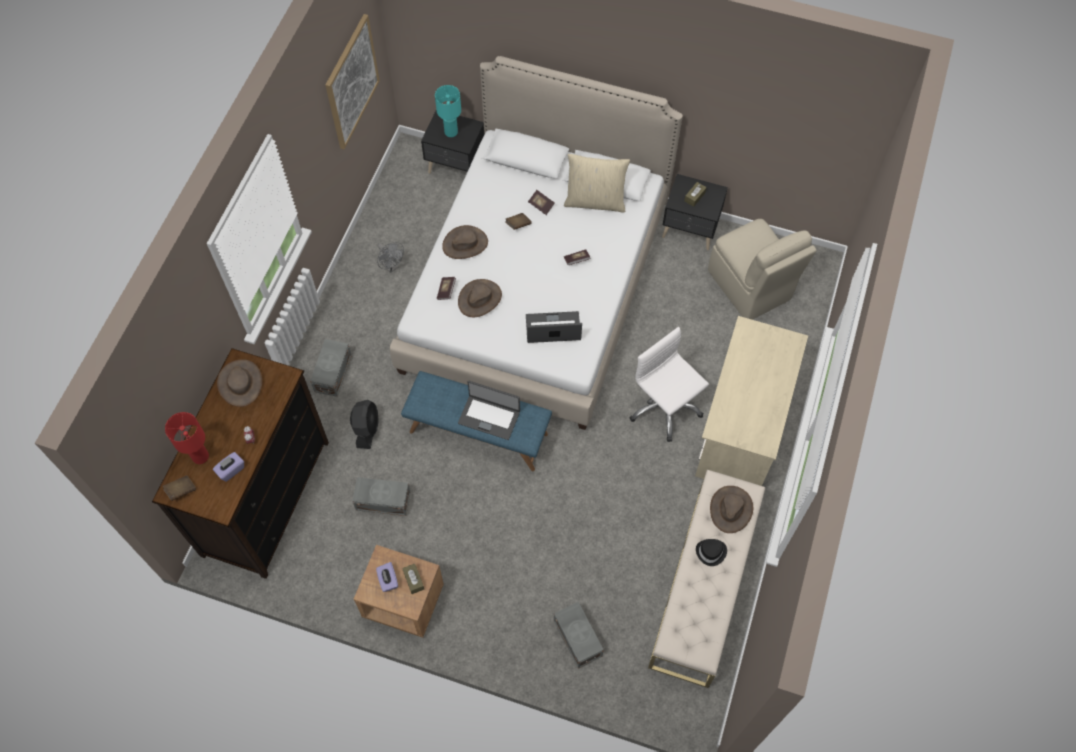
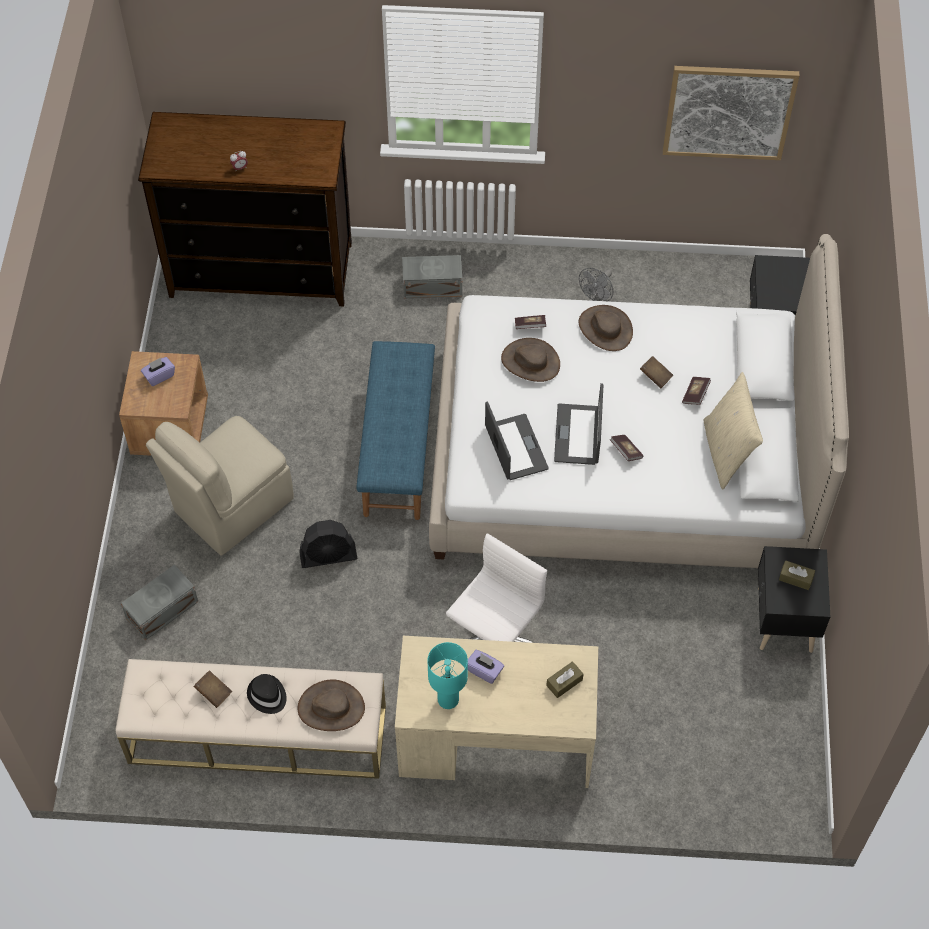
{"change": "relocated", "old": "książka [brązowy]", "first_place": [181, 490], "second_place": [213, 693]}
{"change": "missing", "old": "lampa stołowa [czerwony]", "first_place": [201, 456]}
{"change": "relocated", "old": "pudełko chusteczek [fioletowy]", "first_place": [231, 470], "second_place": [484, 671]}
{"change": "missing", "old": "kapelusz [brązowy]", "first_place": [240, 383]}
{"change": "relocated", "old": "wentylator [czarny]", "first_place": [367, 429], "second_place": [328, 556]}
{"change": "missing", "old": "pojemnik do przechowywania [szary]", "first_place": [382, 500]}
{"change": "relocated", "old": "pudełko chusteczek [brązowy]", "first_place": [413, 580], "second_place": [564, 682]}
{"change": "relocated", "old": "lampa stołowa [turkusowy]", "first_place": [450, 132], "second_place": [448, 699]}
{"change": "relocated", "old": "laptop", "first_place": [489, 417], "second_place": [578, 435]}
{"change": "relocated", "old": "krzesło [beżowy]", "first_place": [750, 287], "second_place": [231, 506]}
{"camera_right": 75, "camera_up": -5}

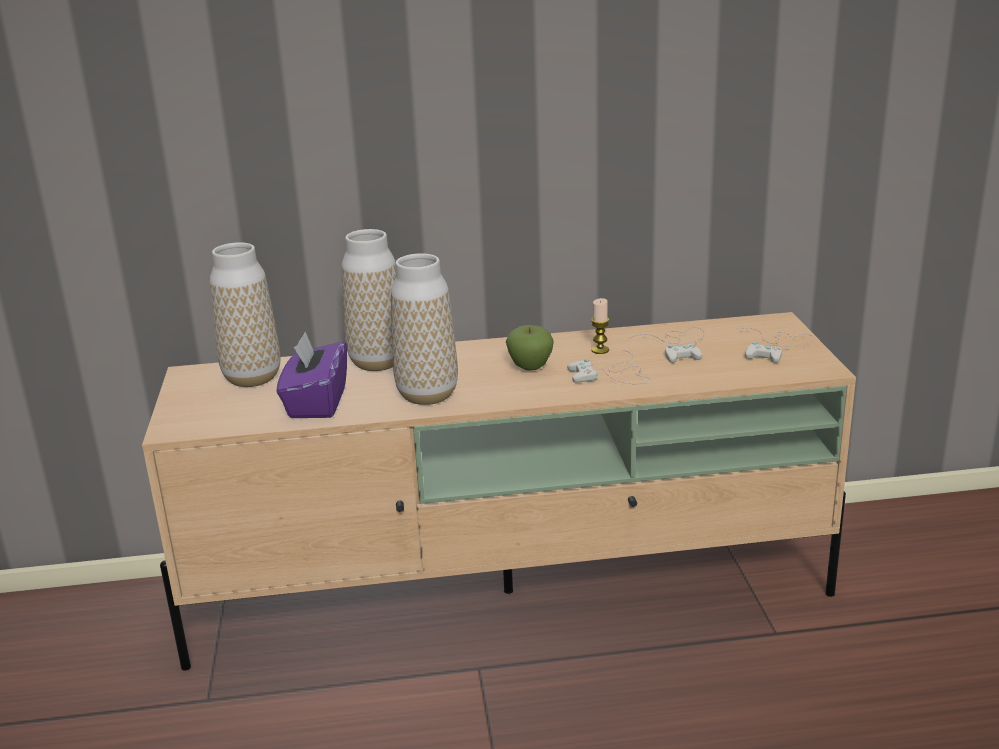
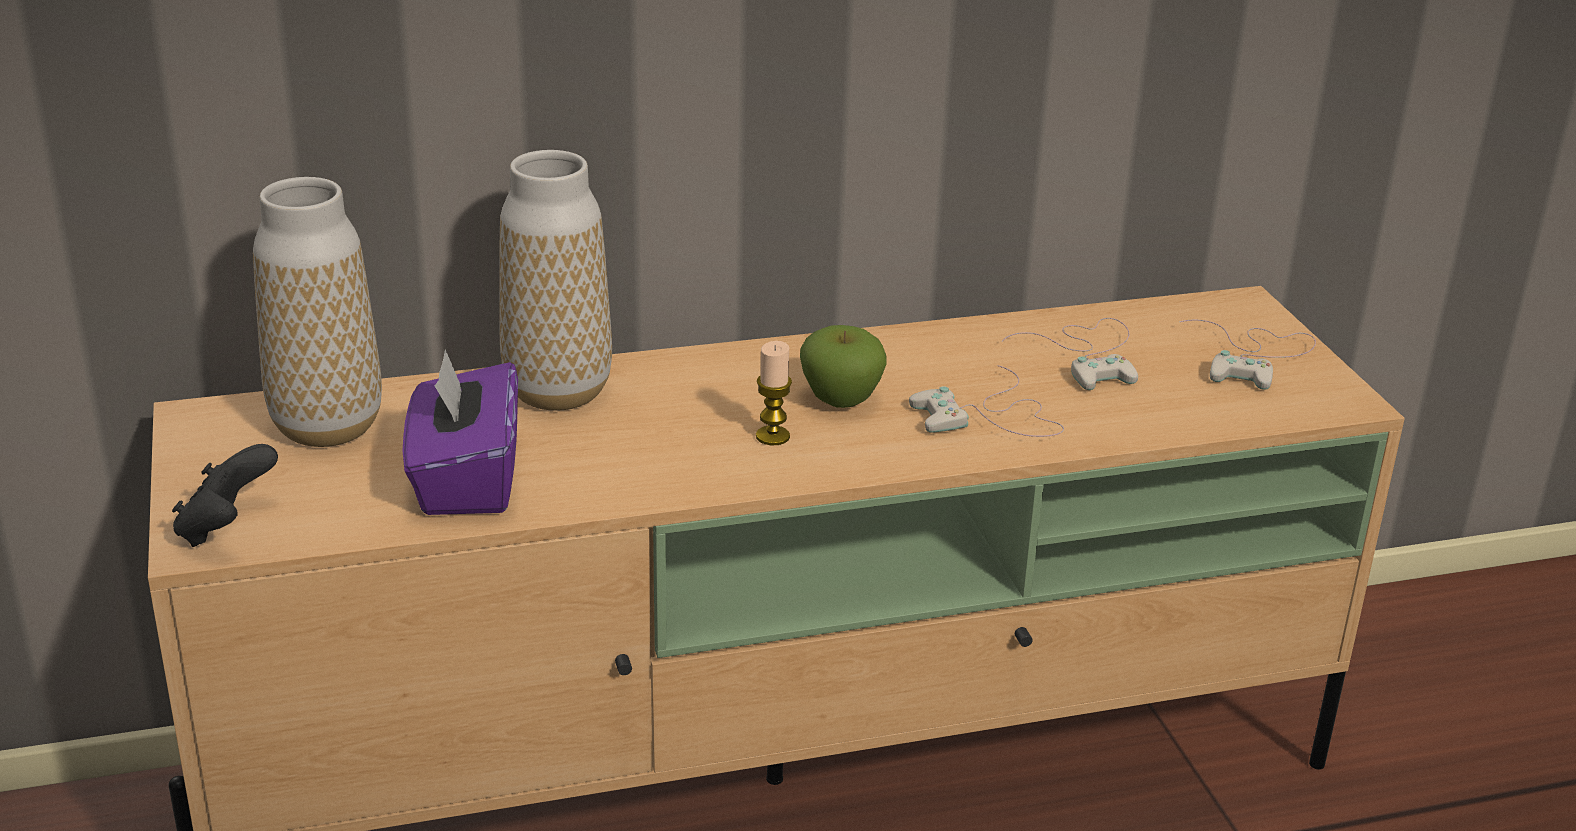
{"change": "missing", "old": "wazon", "first_place": [427, 395]}
{"change": "relocated", "old": "świeca", "first_place": [600, 350], "second_place": [772, 436]}
{"change": "appeared", "new": "pad do gier [czarny]", "second_place": [226, 529]}
{"camera_right": -10, "camera_up": 5}

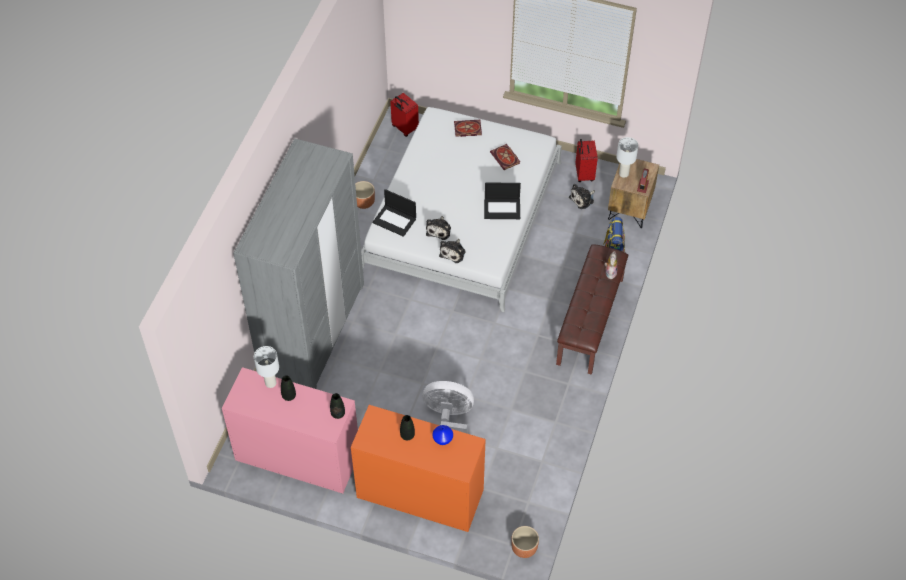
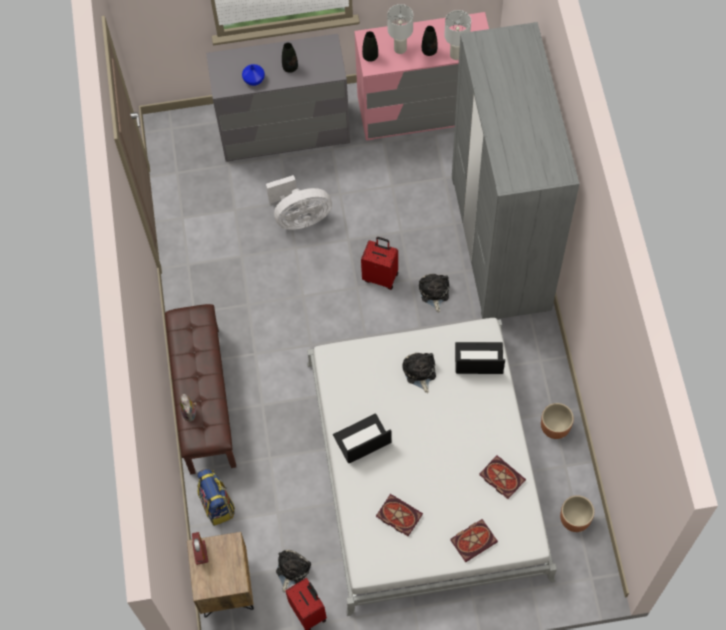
{"change": "colour", "old": "komoda [pomarańczowy]", "new": "komoda [szary]", "first_place": [420, 495], "second_place": [284, 131]}
{"change": "relocated", "old": "walizka [czerwony]", "first_place": [404, 128], "second_place": [381, 276]}
{"change": "relocated", "old": "pluszak", "first_place": [453, 252], "second_place": [434, 293]}
{"change": "relocated", "old": "donica [brązowy]", "first_place": [523, 548], "second_place": [575, 519]}
{"change": "relocated", "old": "lampa stołowa [biały]", "first_place": [623, 173], "second_place": [400, 48]}
{"change": "appeared", "new": "książka", "second_place": [500, 477]}
{"camera_right": 155, "camera_up": 10}

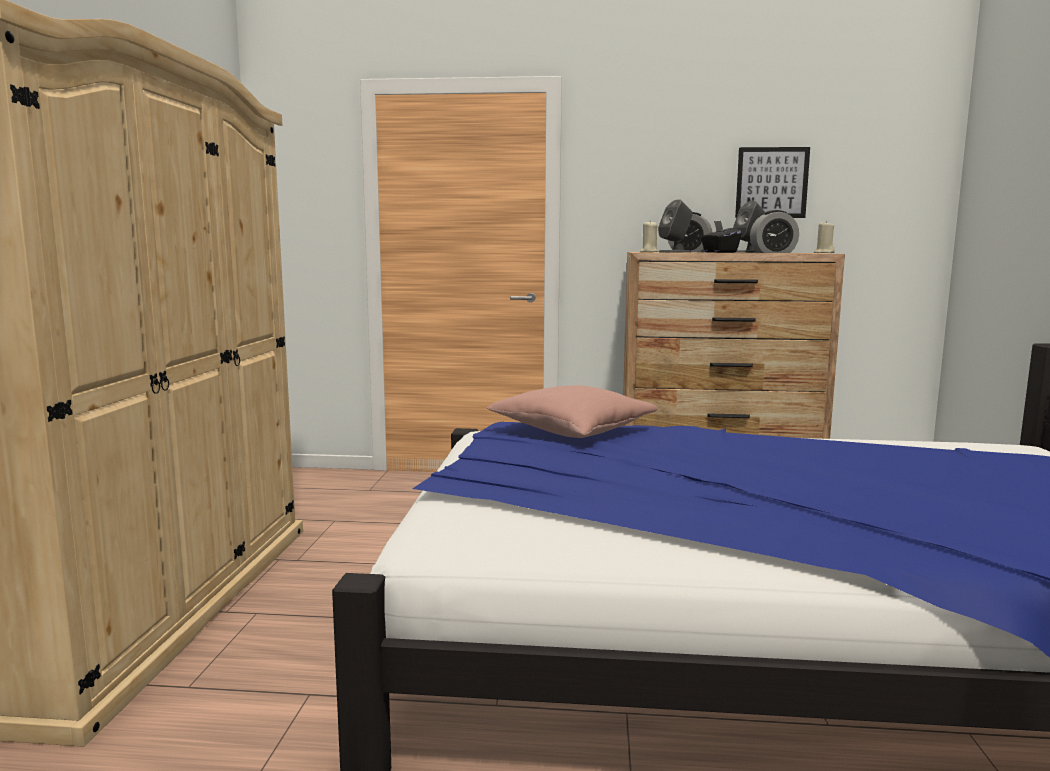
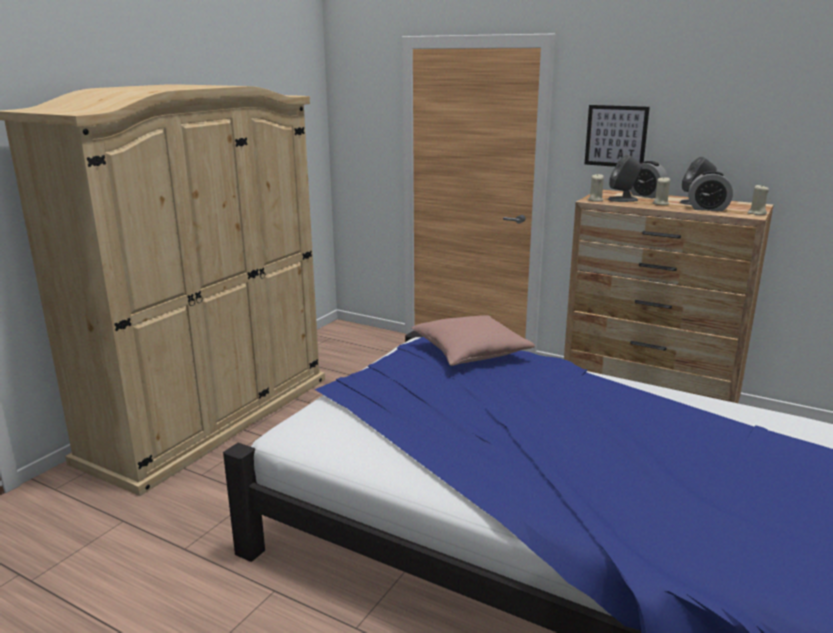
{"change": "exchanged", "old": "pudełko chusteczek [czarny]", "new": "świeca [beżowy]", "first_place": [719, 252], "second_place": [660, 204]}
{"change": "relocated", "old": "obraz", "first_place": [771, 182], "second_place": [616, 136]}
{"camera_right": 25, "camera_up": 10}

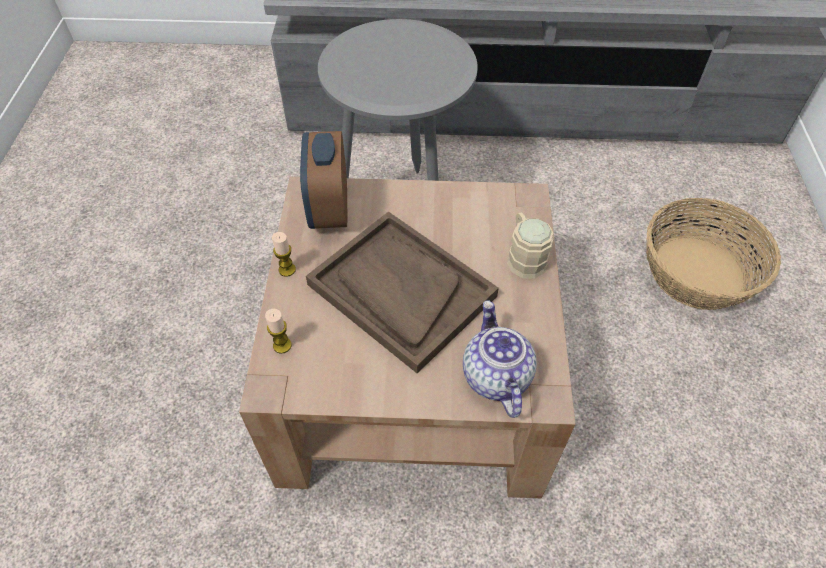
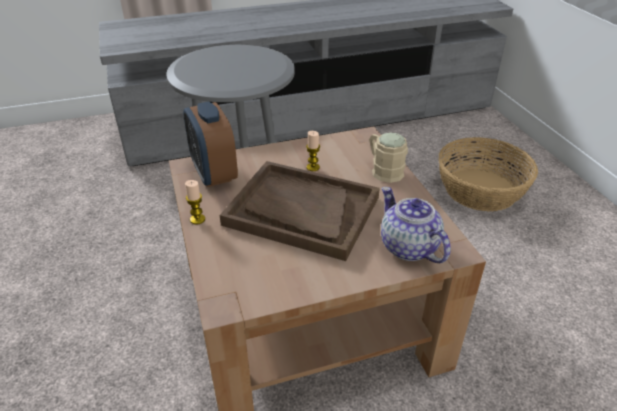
{"change": "relocated", "old": "świeca", "first_place": [282, 345], "second_place": [313, 167]}
{"camera_right": -20, "camera_up": -15}

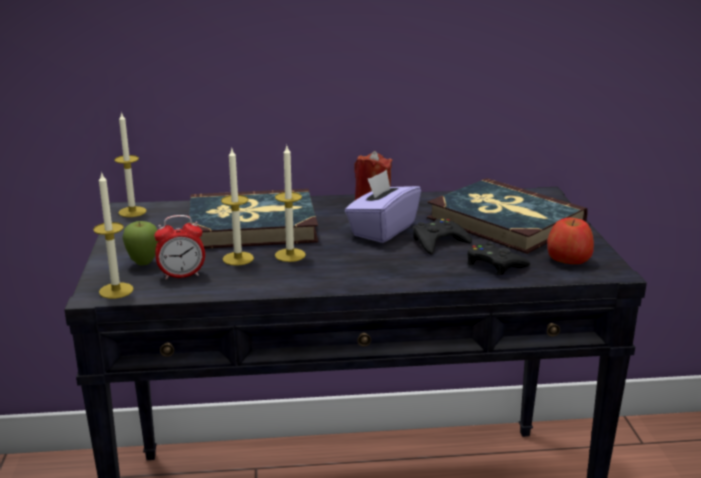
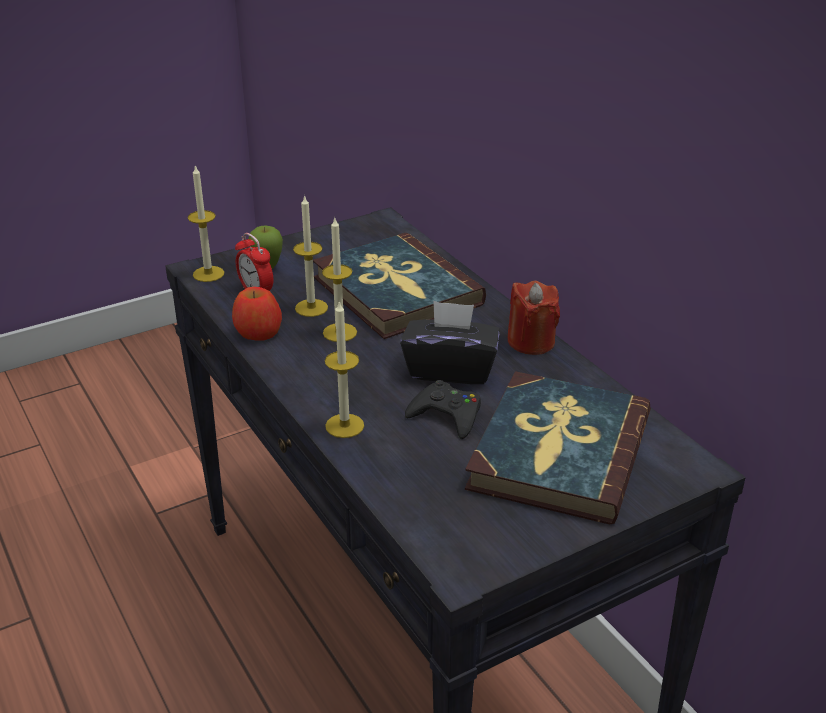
{"change": "relocated", "old": "świeca", "first_place": [132, 212], "second_place": [344, 426]}
{"change": "colour", "old": "pudełko chusteczek [fioletowy]", "new": "pudełko chusteczek [czarny]", "first_place": [382, 230], "second_place": [450, 369]}
{"change": "missing", "old": "pad do gier [czarny]", "first_place": [494, 264]}
{"change": "relocated", "old": "jabłko", "first_place": [568, 259], "second_place": [258, 332]}
{"camera_right": 65, "camera_up": 10}

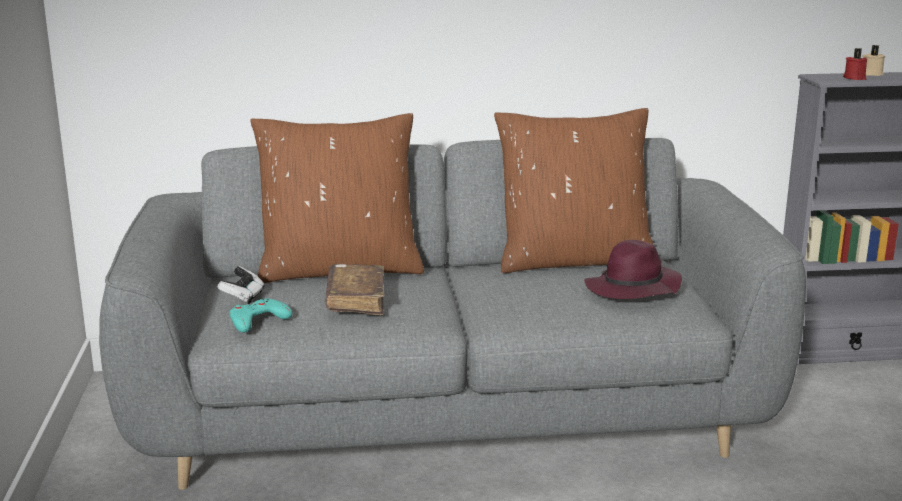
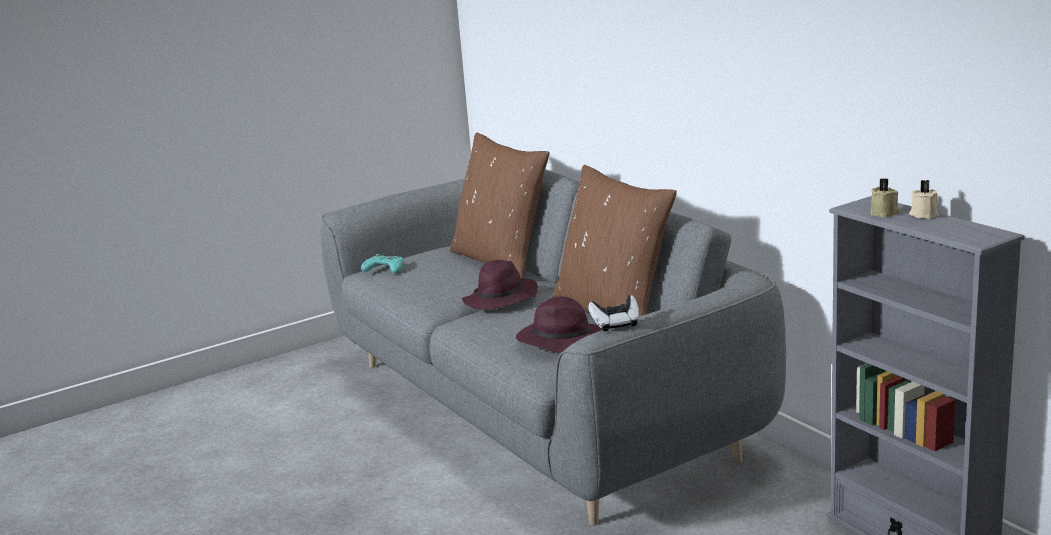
{"change": "relocated", "old": "pad do gier", "first_place": [243, 297], "second_place": [615, 324]}
{"change": "missing", "old": "książka [brązowy]", "first_place": [356, 300]}
{"change": "colour", "old": "świeca [czerwony]", "new": "świeca [beżowy]", "first_place": [855, 78], "second_place": [885, 213]}
{"change": "appeared", "new": "kapelusz [fioletowy]", "second_place": [500, 300]}
{"camera_right": 65, "camera_up": 0}

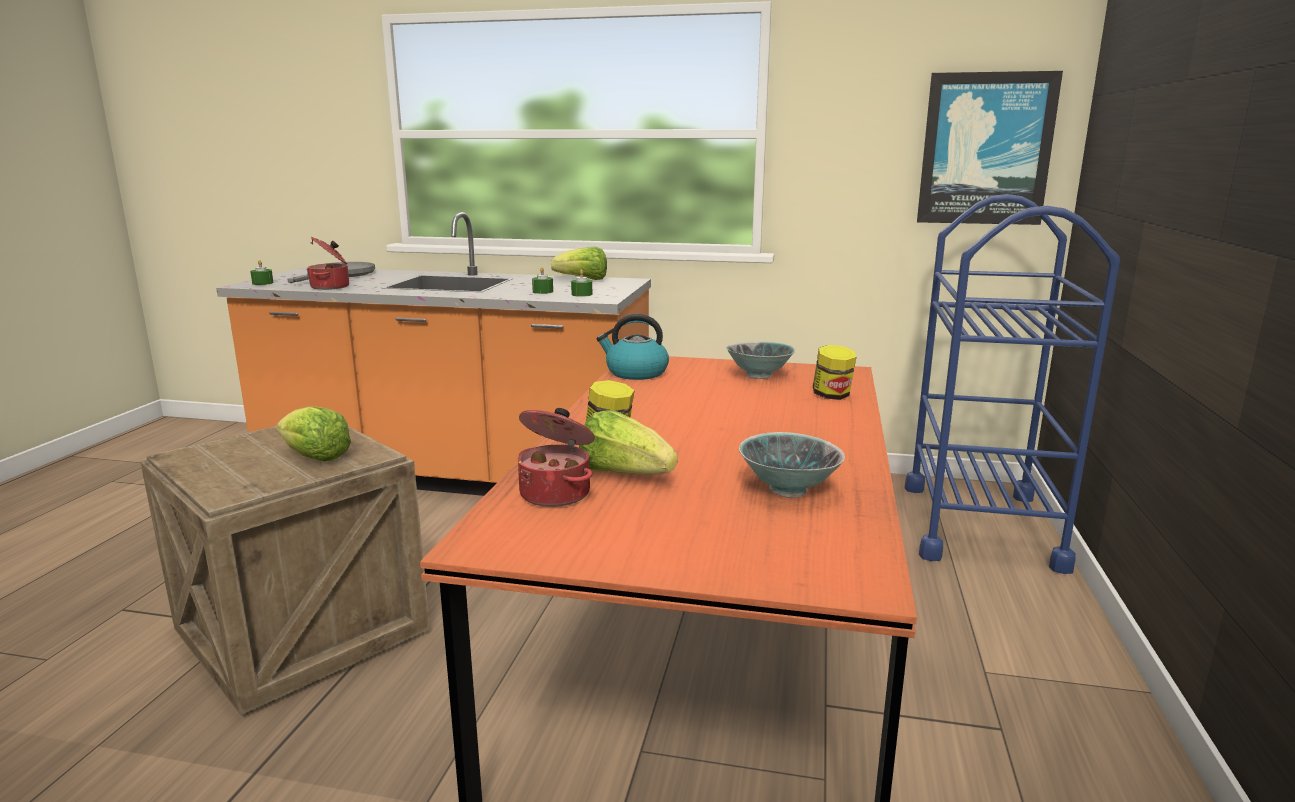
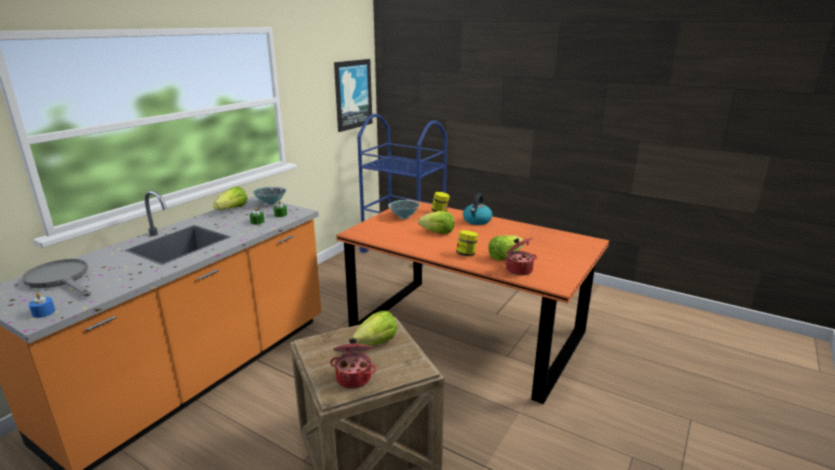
{"change": "colour", "old": "świeca [zielony]", "new": "świeca [niebieski]", "first_place": [262, 283], "second_place": [43, 312]}
{"change": "relocated", "old": "garnek", "first_place": [331, 287], "second_place": [354, 378]}
{"change": "relocated", "old": "czajnik", "first_place": [635, 373], "second_place": [477, 221]}
{"change": "relocated", "old": "miska", "first_place": [788, 491], "second_place": [271, 204]}
{"change": "appeared", "new": "sałata", "second_place": [438, 232]}
{"camera_right": -70, "camera_up": 5}

